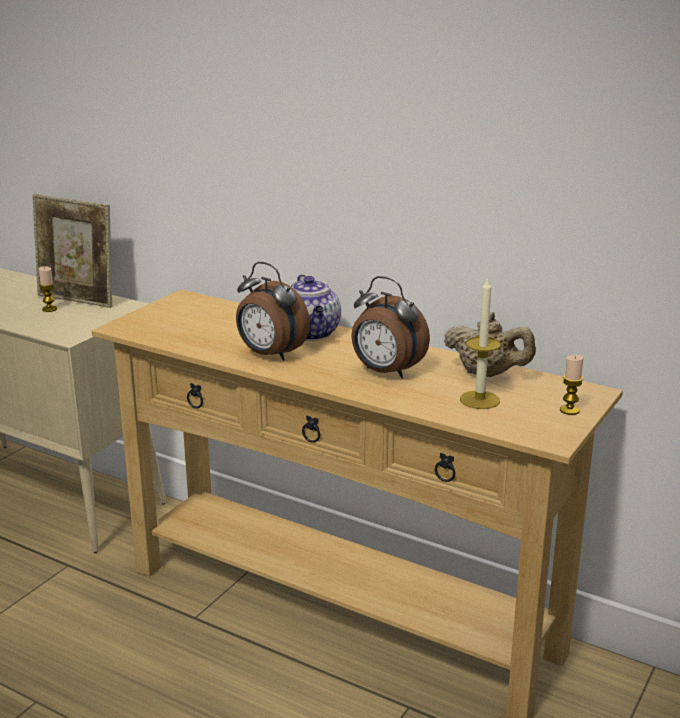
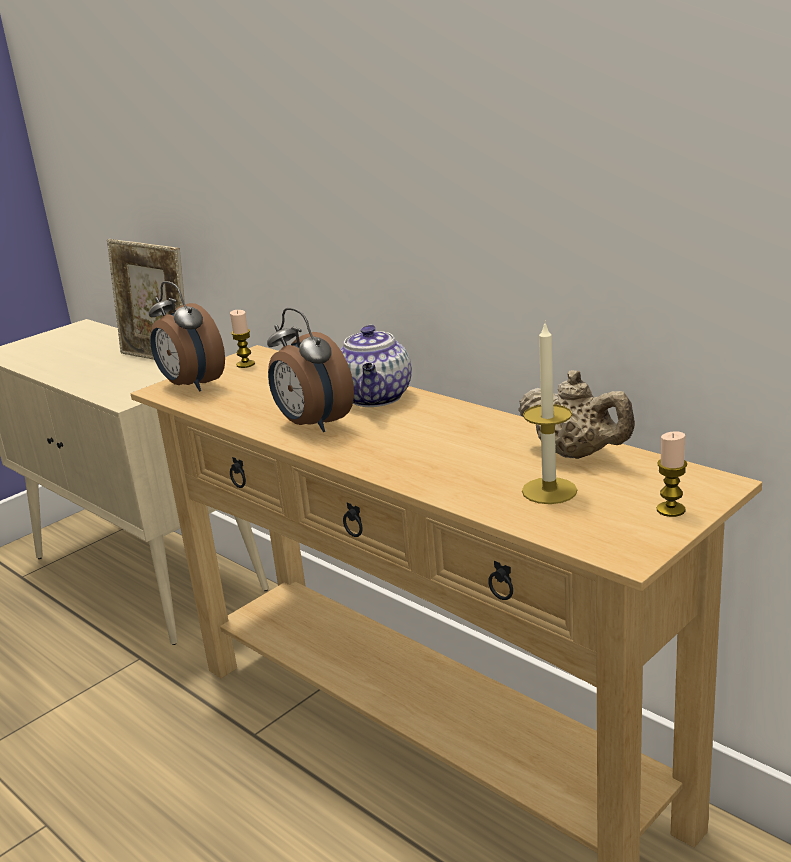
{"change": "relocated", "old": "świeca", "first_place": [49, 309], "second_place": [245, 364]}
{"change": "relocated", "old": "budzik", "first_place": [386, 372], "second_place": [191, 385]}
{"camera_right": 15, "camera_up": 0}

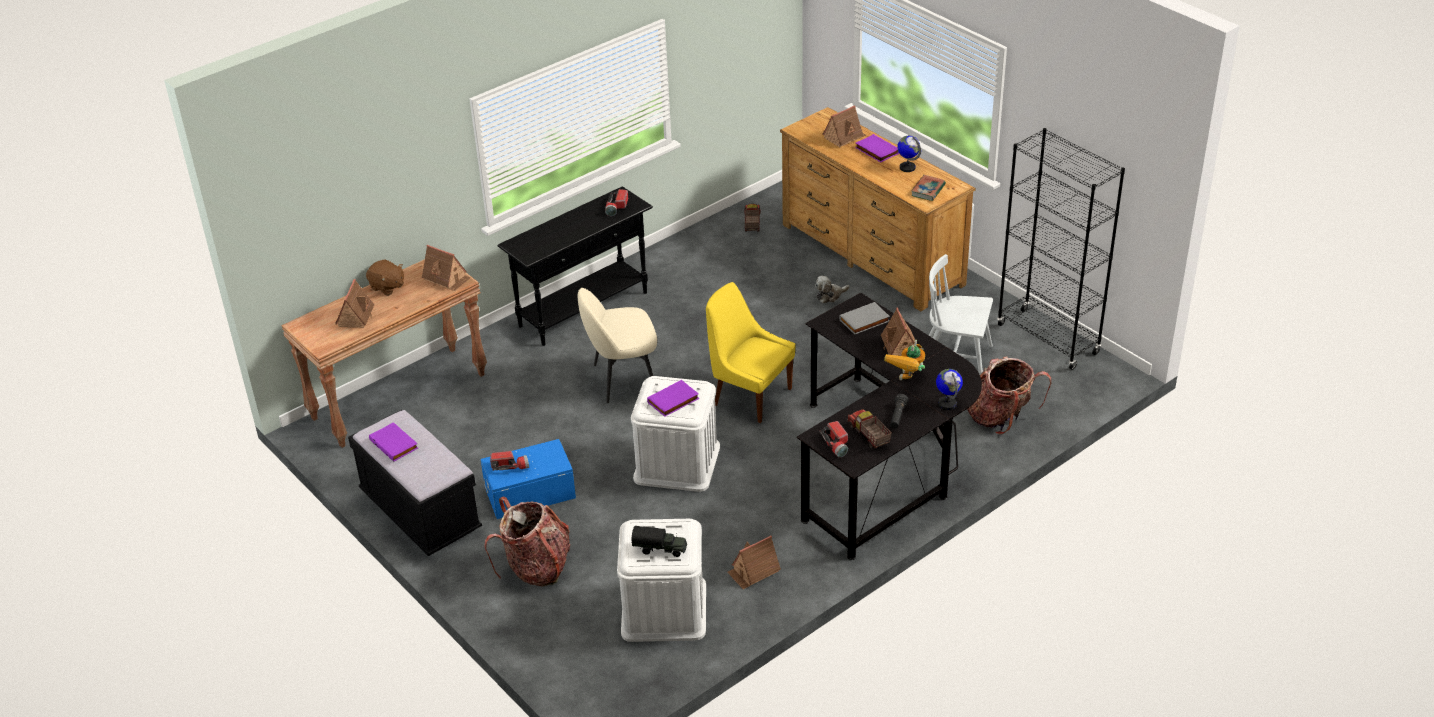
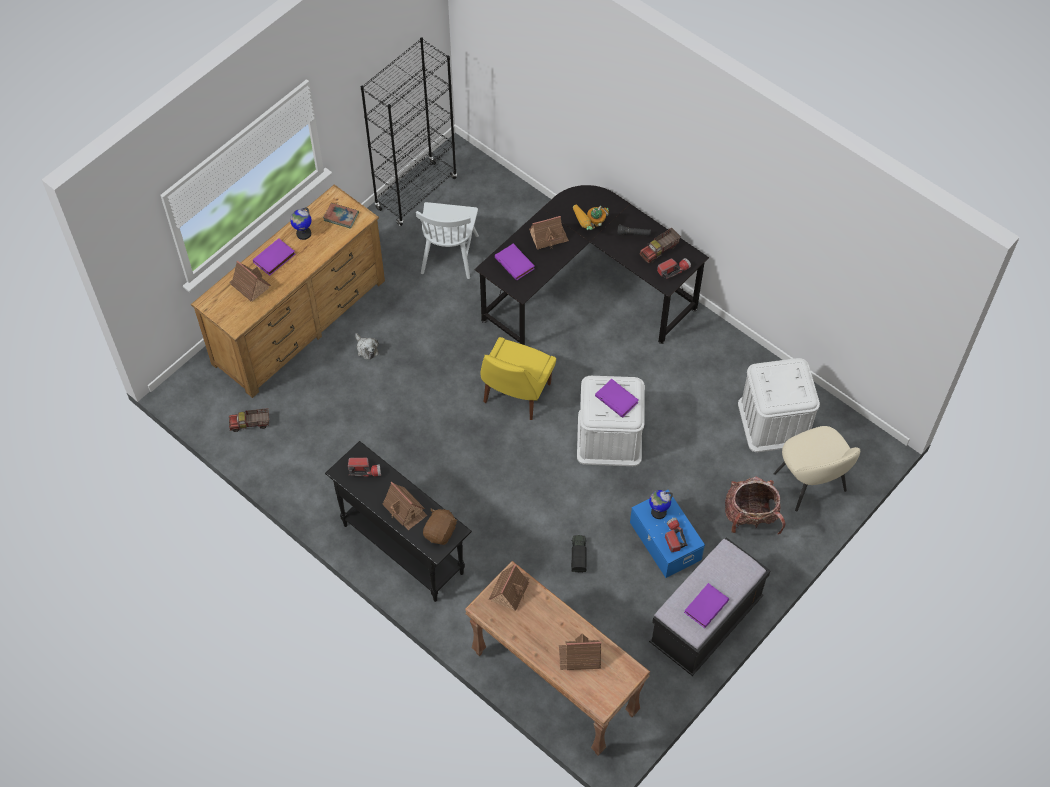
{"change": "relocated", "old": "pluszak [brązowy]", "first_place": [387, 287], "second_place": [440, 532]}
{"change": "relocated", "old": "krzesło [beżowy]", "first_place": [623, 379], "second_place": [811, 484]}
{"change": "relocated", "old": "ciężarówka zabawkowa", "first_place": [660, 549], "second_place": [578, 556]}
{"change": "relocated", "old": "domek", "first_place": [753, 571], "second_place": [405, 509]}
{"change": "colour", "old": "książka [szary]", "new": "książka [fioletowy]", "first_place": [864, 321], "second_place": [515, 263]}
{"change": "spun", "old": "robot zabawkowy", "first_place": [908, 381], "second_place": [589, 230], "degrees": 135}
{"change": "relocated", "old": "globus", "first_place": [947, 404], "second_place": [658, 512]}
{"change": "missing", "old": "plecak", "first_place": [1001, 417]}
{"camera_right": -100, "camera_up": 20}

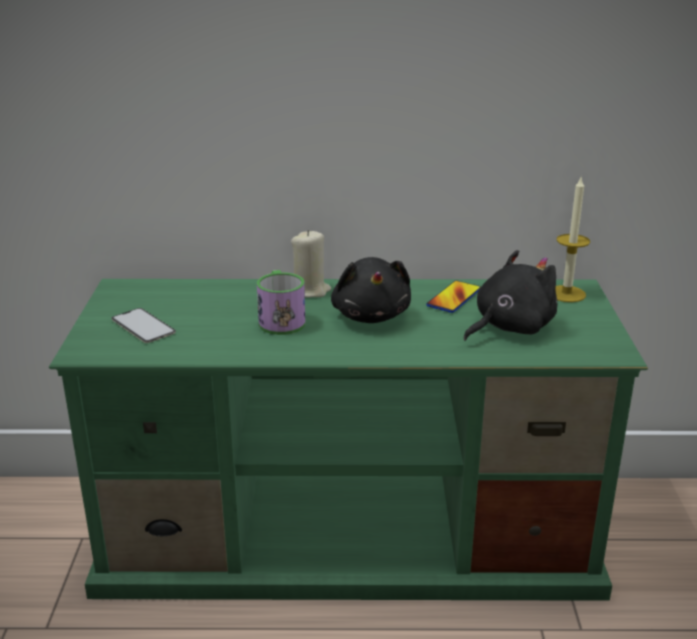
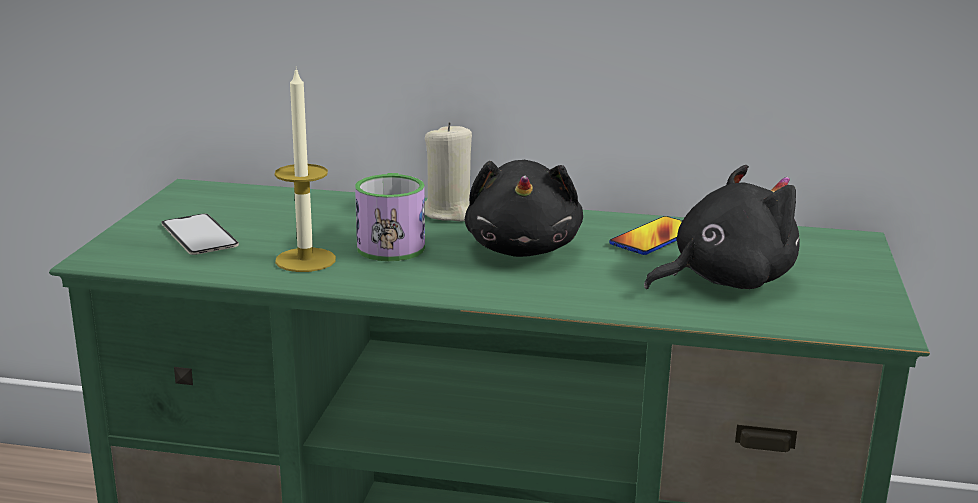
{"change": "relocated", "old": "świeca", "first_place": [566, 294], "second_place": [305, 260]}
{"camera_right": 10, "camera_up": -5}

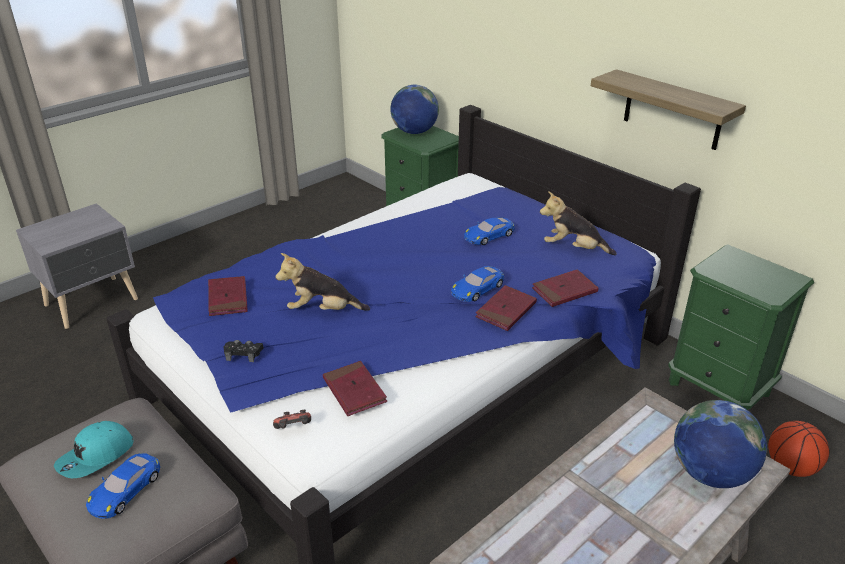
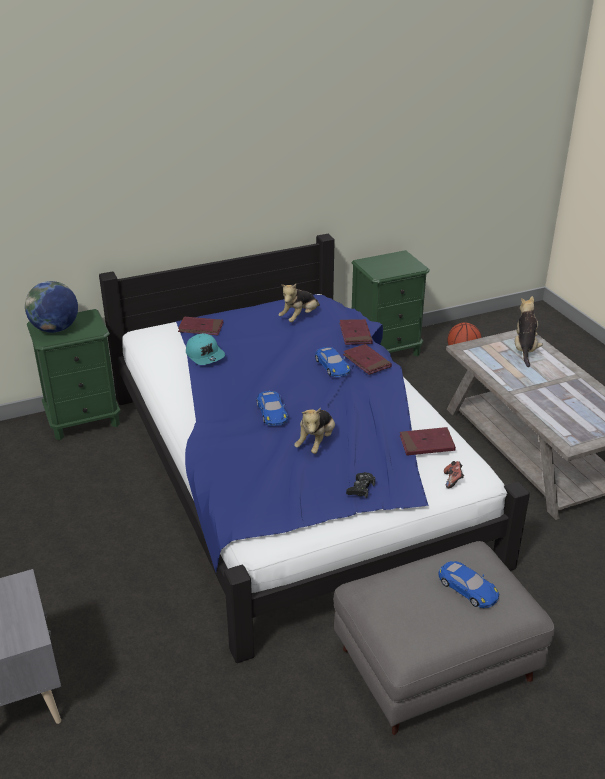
{"change": "relocated", "old": "czapka z daszkiem [turkusowy]", "first_place": [96, 457], "second_place": [205, 355]}
{"change": "relocated", "old": "książka [czerwony]", "first_place": [228, 298], "second_place": [201, 328]}
{"change": "relocated", "old": "samochodzik [niebieski]", "first_place": [489, 235], "second_place": [272, 412]}
{"change": "missing", "old": "półka", "first_place": [672, 110]}
{"change": "exchanged", "old": "globus", "new": "pluszak", "first_place": [710, 473], "second_place": [524, 349]}
{"camera_right": -70, "camera_up": 0}

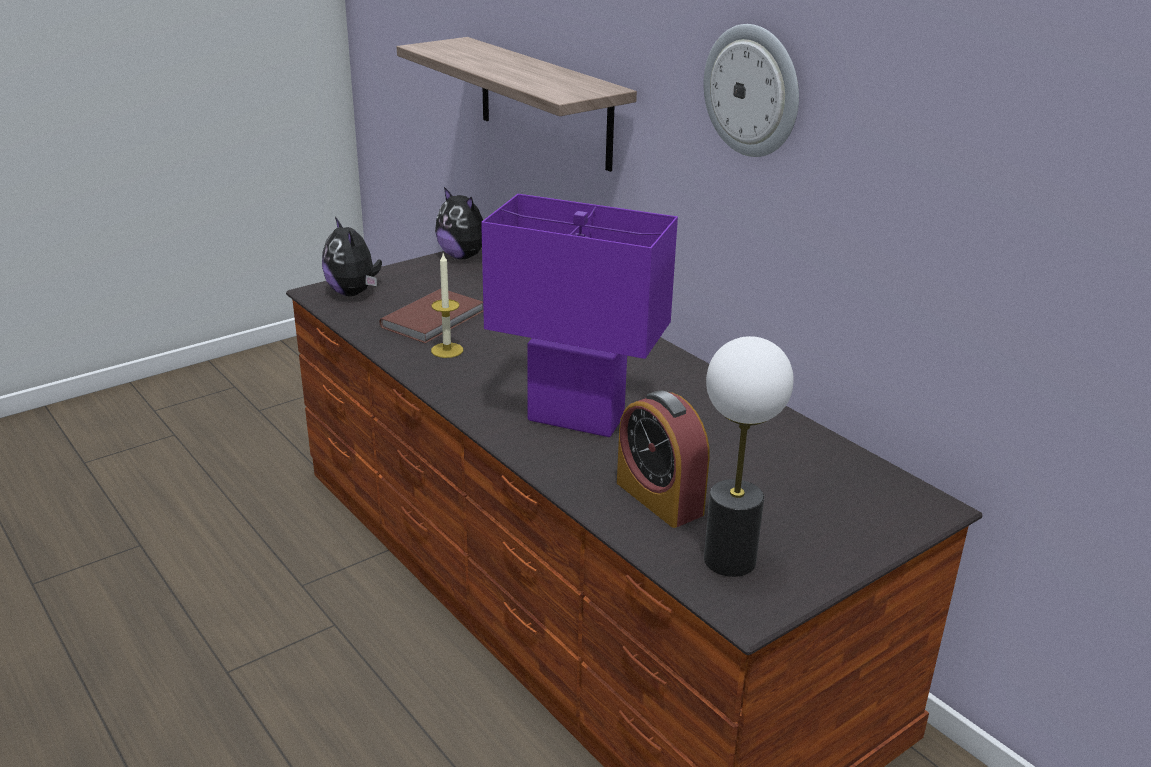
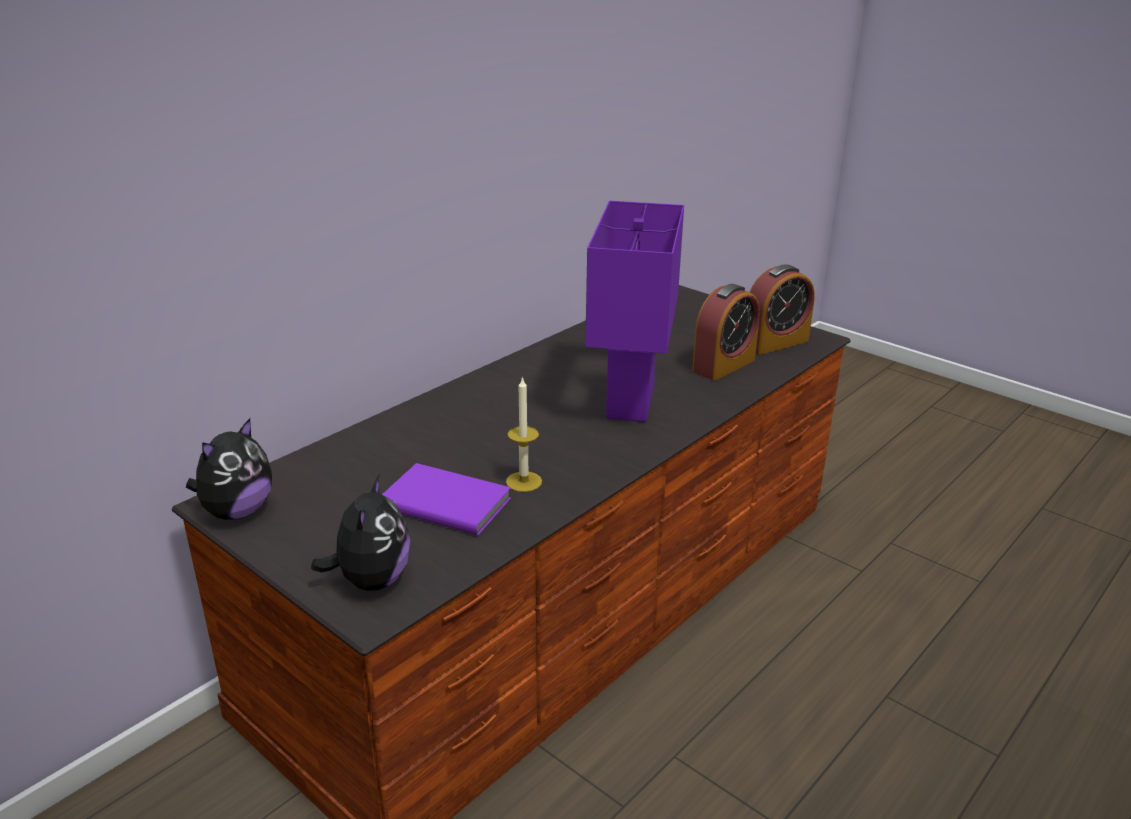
{"change": "spun", "old": "pluszak", "first_place": [354, 293], "second_place": [371, 580], "degrees": -45}
{"change": "colour", "old": "książka [brązowy]", "new": "książka [fioletowy]", "first_place": [435, 319], "second_place": [445, 501]}
{"change": "missing", "old": "półka", "first_place": [544, 103]}
{"change": "missing", "old": "zegar ścienny", "first_place": [752, 91]}
{"change": "exchanged", "old": "lampa stołowa", "new": "budzik", "first_place": [730, 560], "second_place": [775, 342]}
{"camera_right": -100, "camera_up": 0}

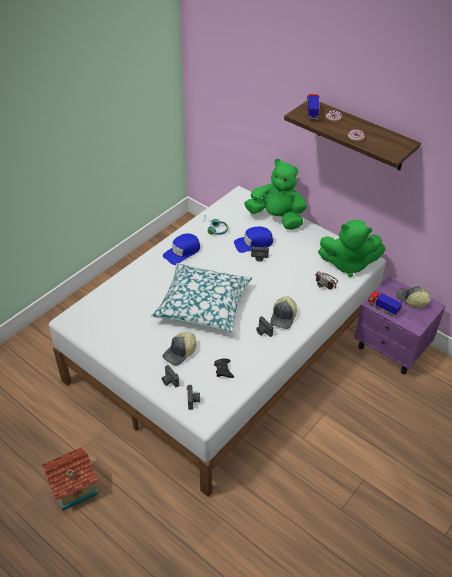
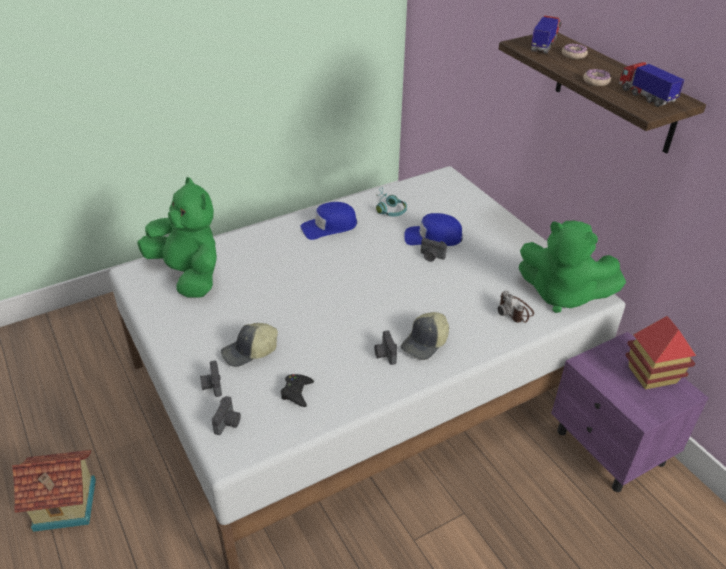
{"change": "missing", "old": "poduszka", "first_place": [203, 305]}
{"change": "relocated", "old": "pluszak [zielony]", "first_place": [277, 218], "second_place": [189, 275]}
{"change": "relocated", "old": "ciężarówka zabawkowa", "first_place": [382, 308], "second_place": [645, 96]}
{"change": "exchanged", "old": "czapka z daszkiem", "new": "domek", "first_place": [411, 300], "second_place": [652, 375]}
{"camera_right": 20, "camera_up": -5}

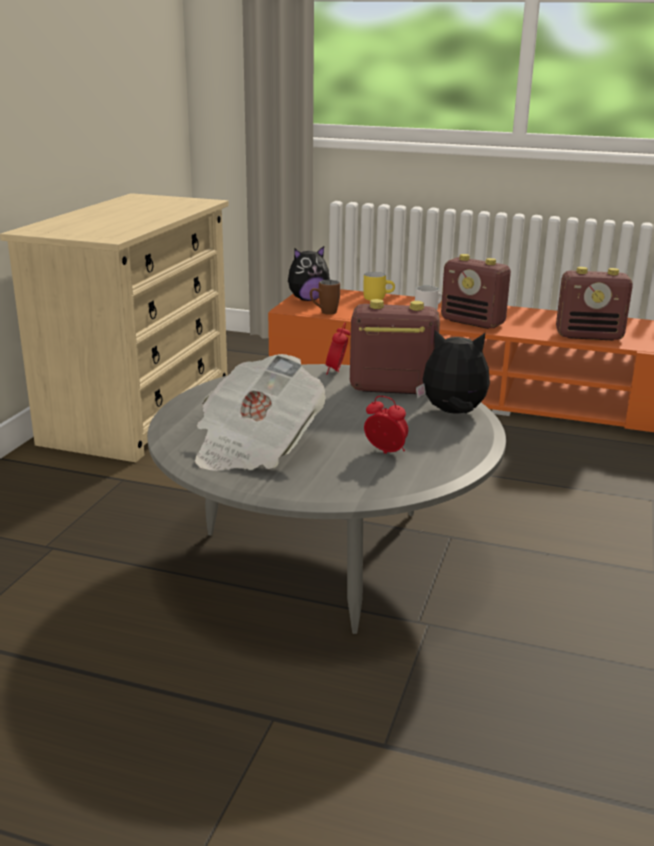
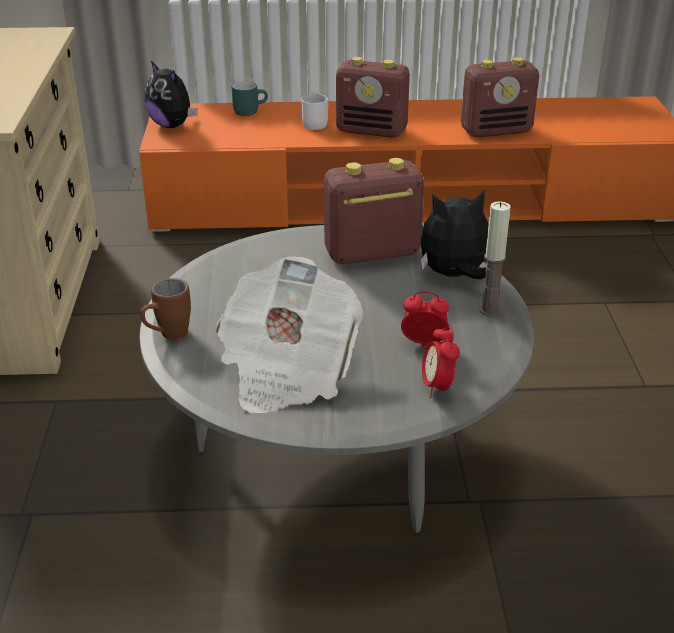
{"change": "spun", "old": "pluszak", "first_place": [307, 299], "second_place": [172, 125], "degrees": 90}
{"change": "relocated", "old": "kubek [brązowy]", "first_place": [324, 313], "second_place": [167, 336]}
{"change": "relocated", "old": "budzik", "first_place": [337, 371], "second_place": [437, 387]}
{"change": "colour", "old": "kubek [żółty]", "new": "kubek [turkusowy]", "first_place": [377, 298], "second_place": [249, 110]}
{"change": "appeared", "new": "świeca", "second_place": [489, 310]}
{"camera_right": -20, "camera_up": 10}

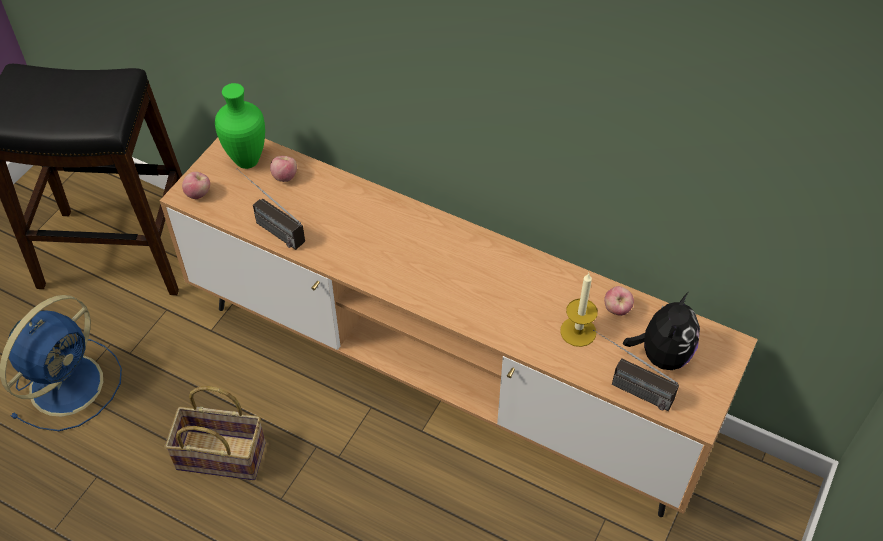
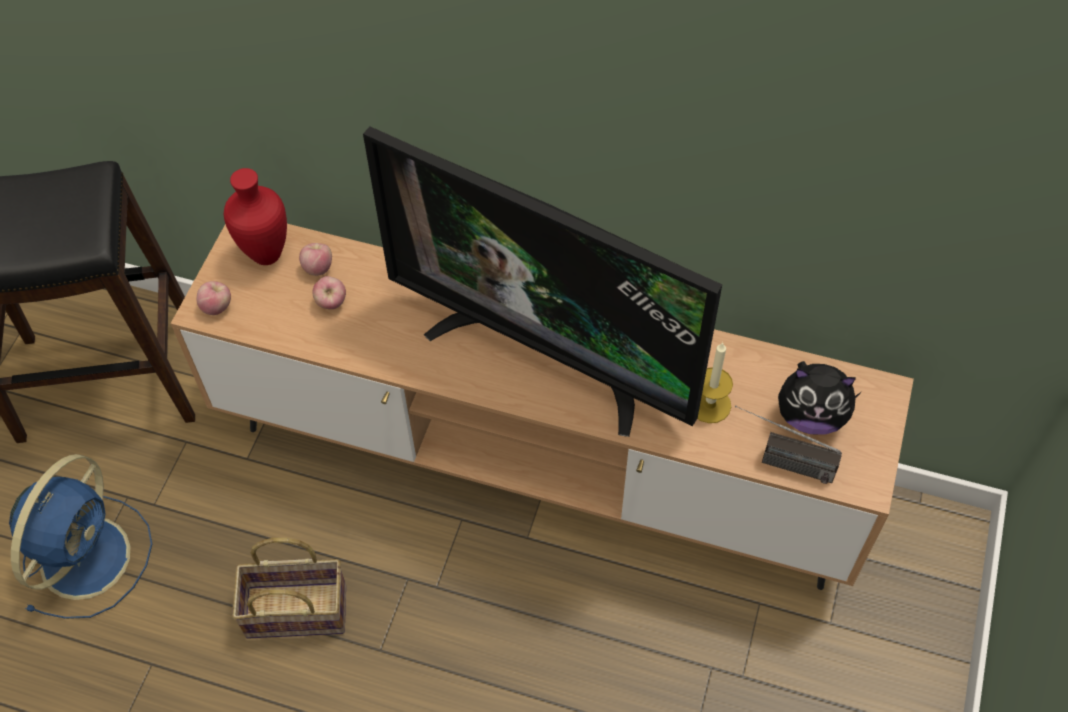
{"change": "colour", "old": "wazon [zielony]", "new": "wazon [czerwony]", "first_place": [249, 161], "second_place": [269, 255]}
{"change": "missing", "old": "radio", "first_place": [268, 226]}
{"change": "relocated", "old": "jabłko", "first_place": [617, 310], "second_place": [331, 303]}
{"change": "spun", "old": "pluszak", "first_place": [661, 354], "second_place": [810, 416], "degrees": 90}
{"change": "appeared", "new": "telewizor", "second_place": [545, 353]}
{"camera_right": -10, "camera_up": 5}

